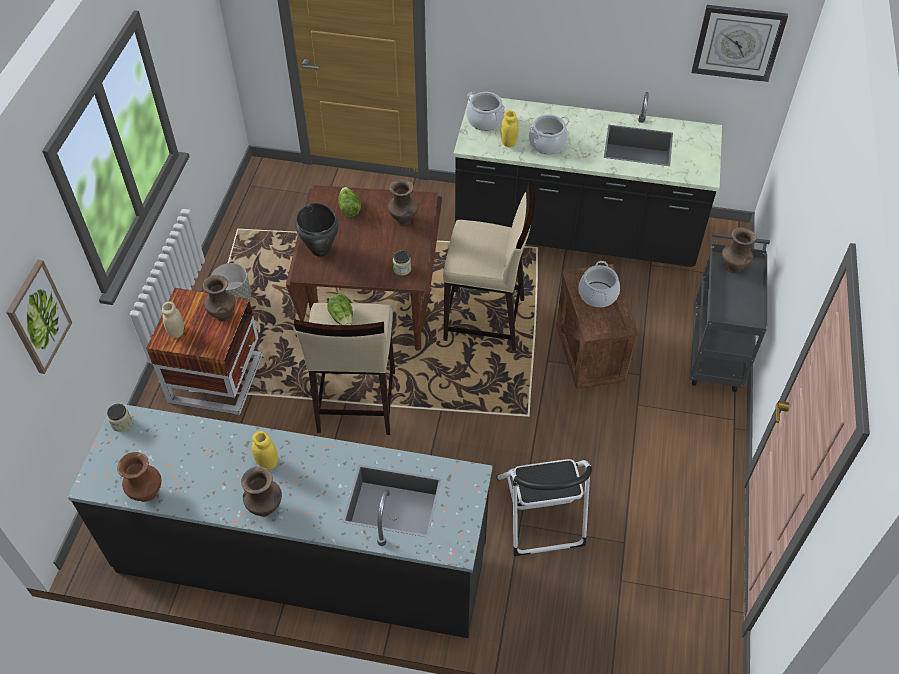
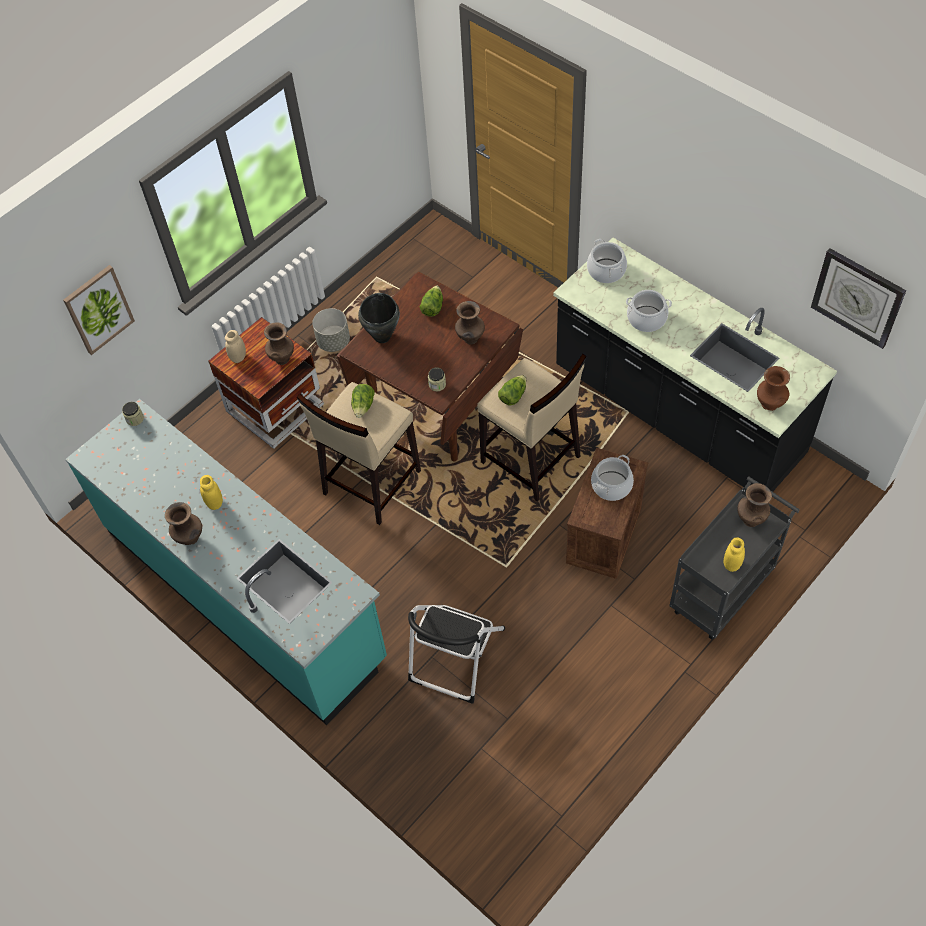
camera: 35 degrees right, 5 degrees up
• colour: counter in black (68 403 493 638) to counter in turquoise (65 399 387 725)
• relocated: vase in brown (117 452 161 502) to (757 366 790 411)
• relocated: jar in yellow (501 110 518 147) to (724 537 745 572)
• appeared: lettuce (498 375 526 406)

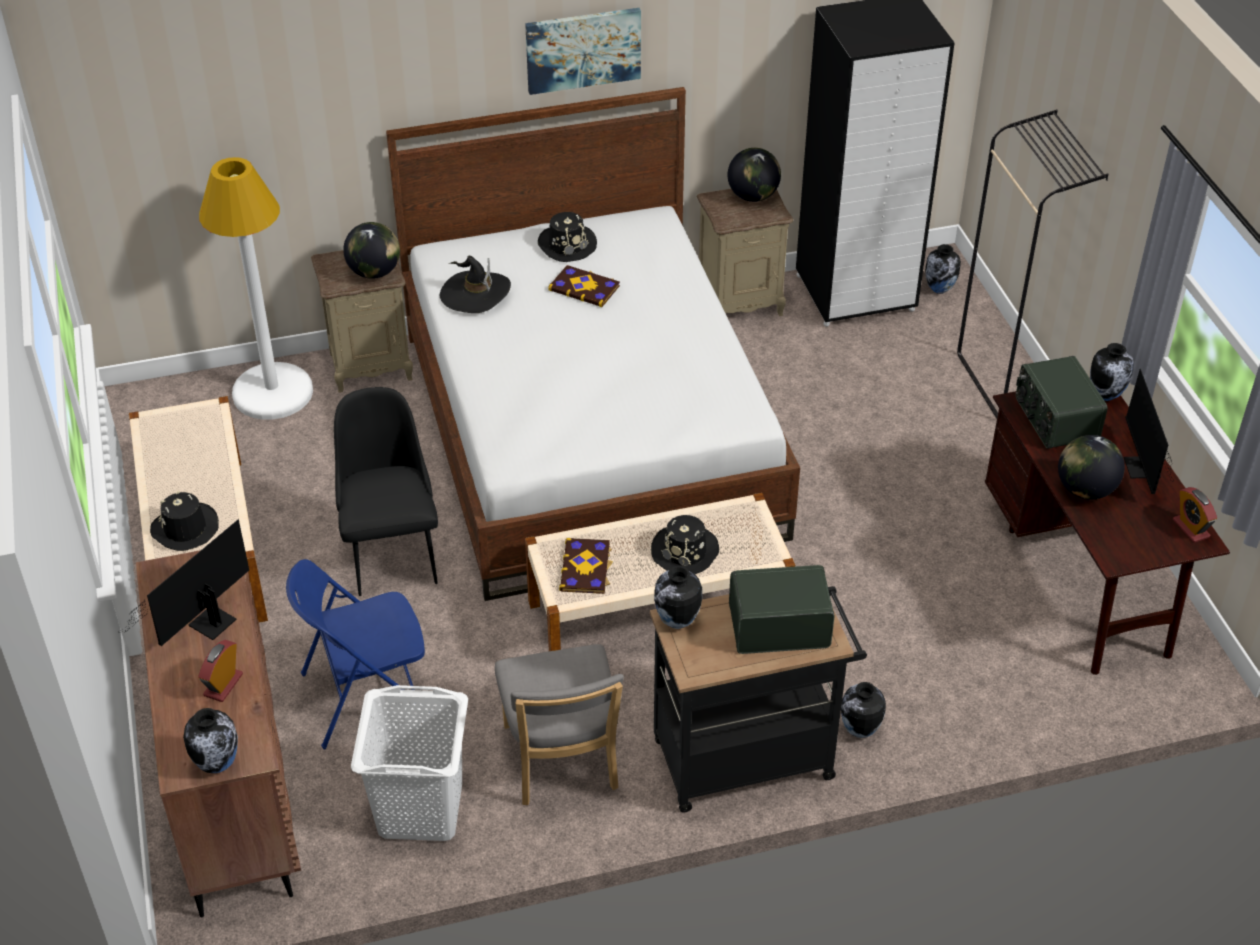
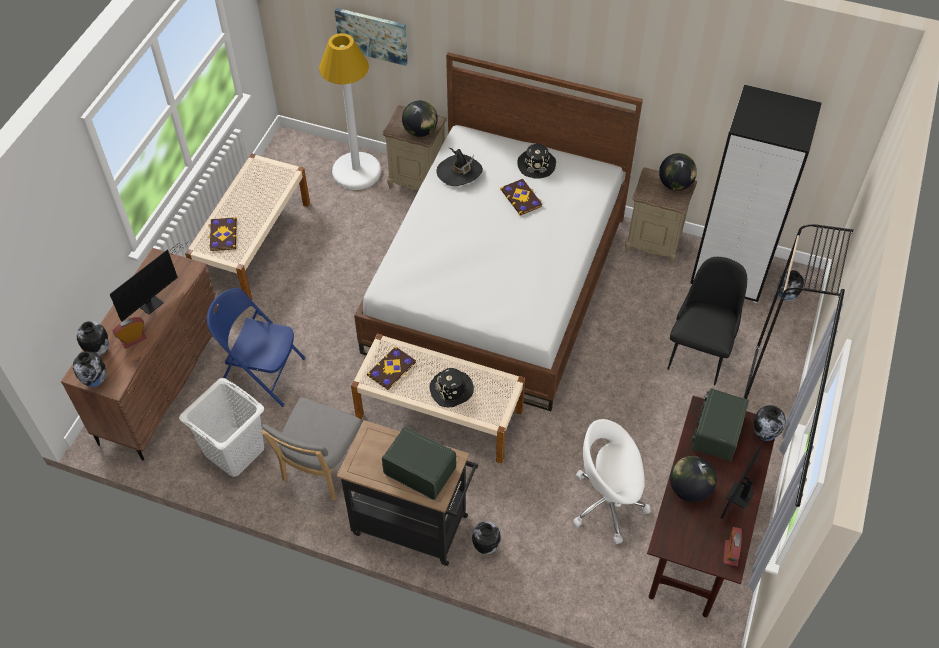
camera: 35 degrees right, 10 degrees up
• spun: monitor (118 520 249 646) = (110 242 188 321) 150 degrees clockwise
• exchanged: hat in black (150 491 219 551) to book (207 217 237 251)
• relocated: chair in black (334 387 438 596) to (667 257 747 385)
• relocated: picture (525 8 641 95) to (335 8 408 66)
• relocated: vase (654 566 702 629) to (76 321 109 356)
• appeared: office chair in white (573 419 651 544)

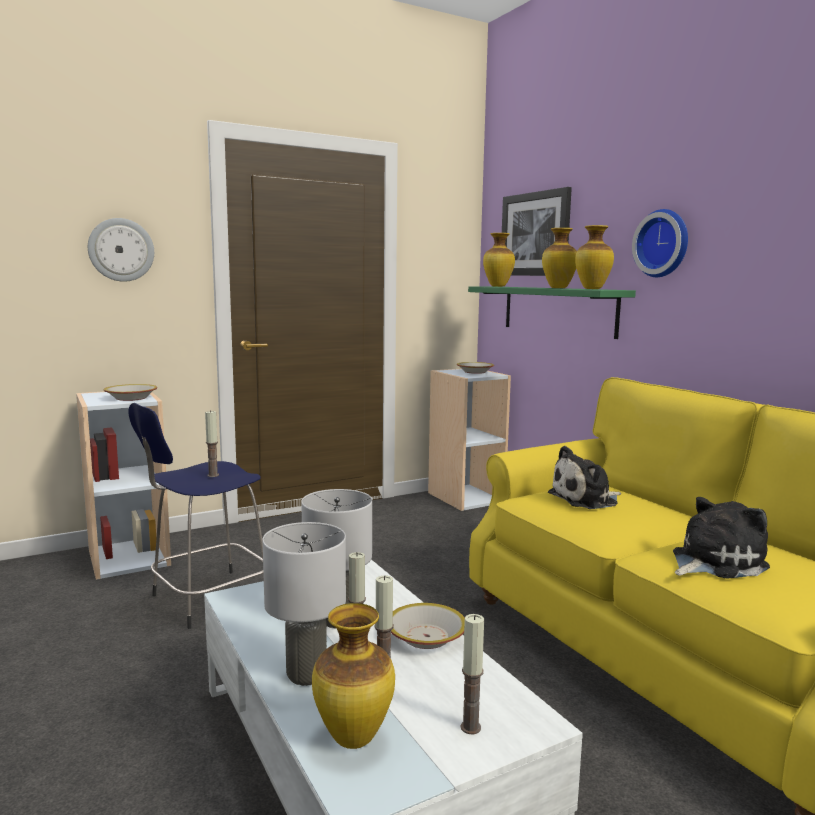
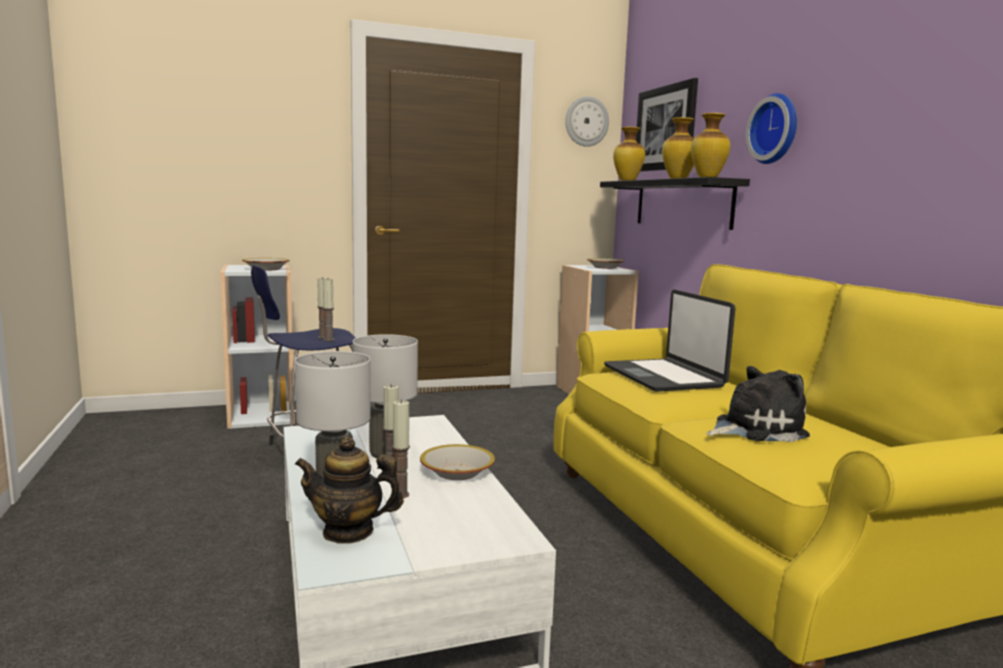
camera: 10 degrees right, 0 degrees up
• relocated: wall clock (88 218 154 282) to (565 96 609 147)
• exchanged: vase (312 603 395 749) to teapot (294 436 404 544)
• relocated: candle (460 614 484 734) to (323 279 334 341)
• colour: shelf in green (468 286 636 339) to shelf in black (600 177 750 230)
• exchanged: plush toy (548 446 621 509) to laptop (604 289 736 392)

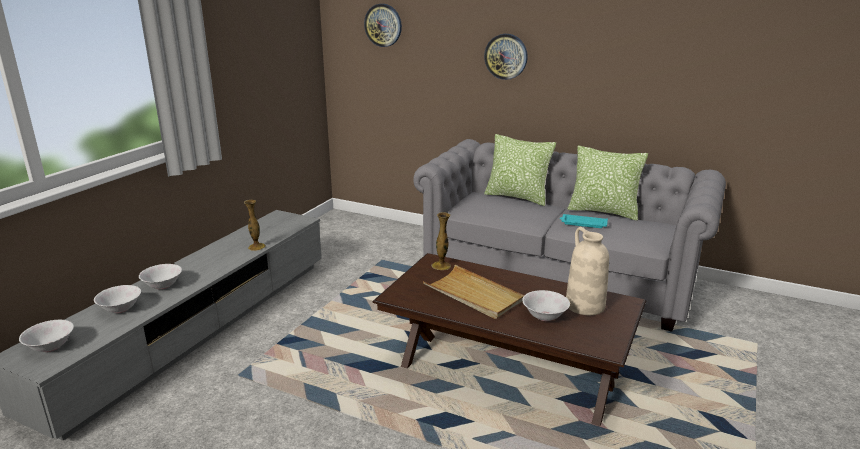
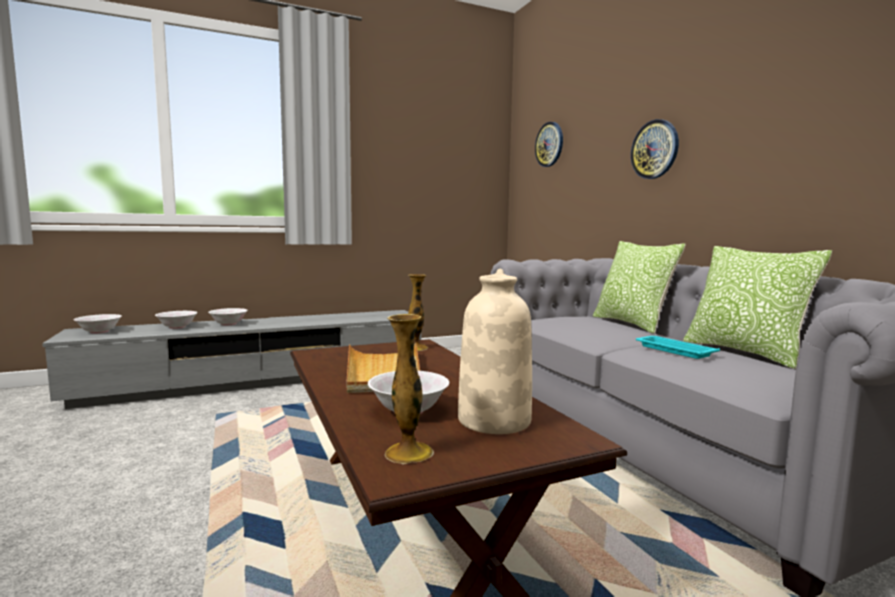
camera: 40 degrees right, 15 degrees down
• relocated: vase (244 200 266 251) to (385 314 434 464)

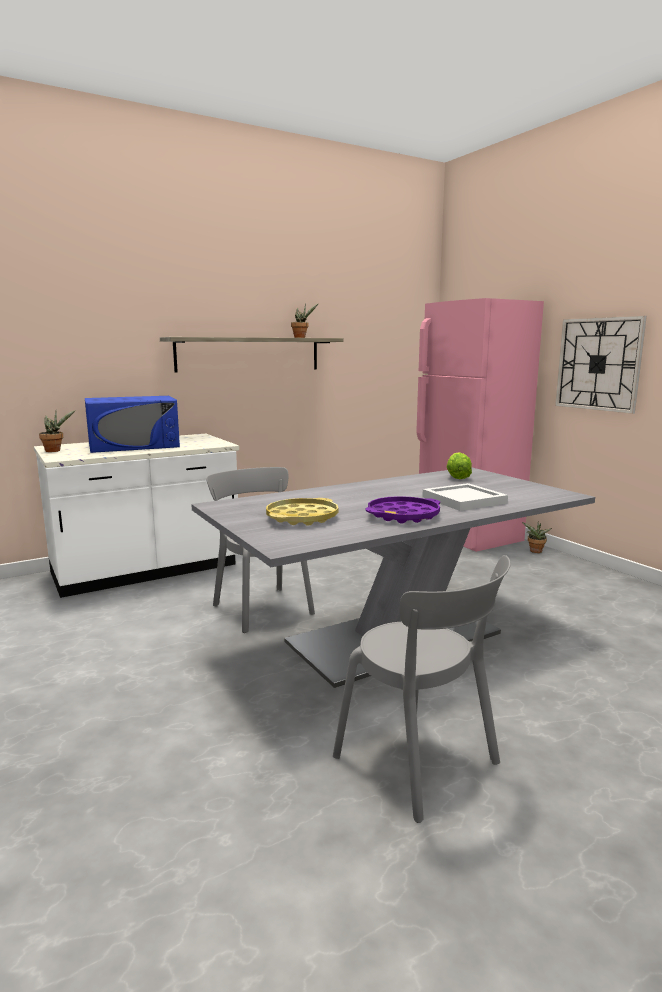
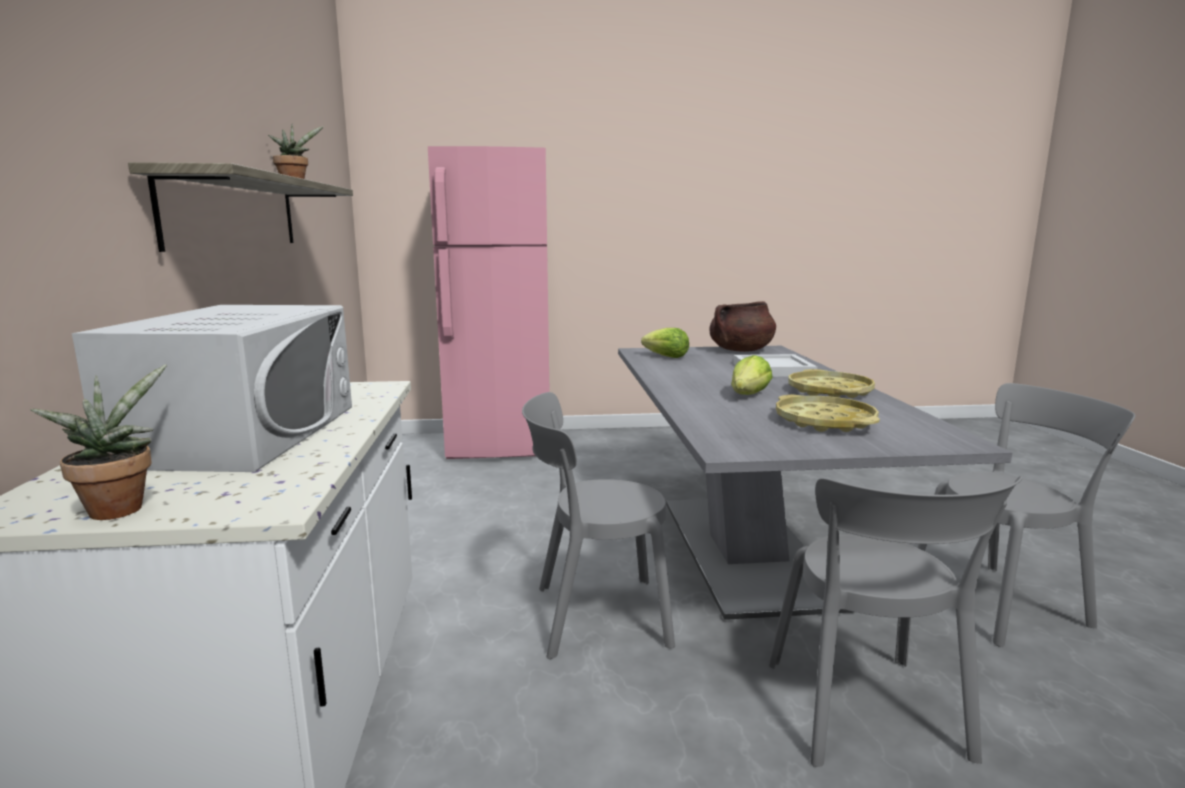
camera: 65 degrees left, 0 degrees up
• colour: microwave in blue (85 396 180 453) to microwave in white (72 305 352 472)
• colour: tray in purple (365 496 440 523) to tray in yellow (788 369 875 398)
• missing: potted plant (522 522 552 553)
• missing: wall clock (555 316 647 414)
• appeared: cooking pot in brown (709 301 776 352)
• appeared: lettuce (731 355 773 395)
• appeared: chair in grey (768 476 1023 767)

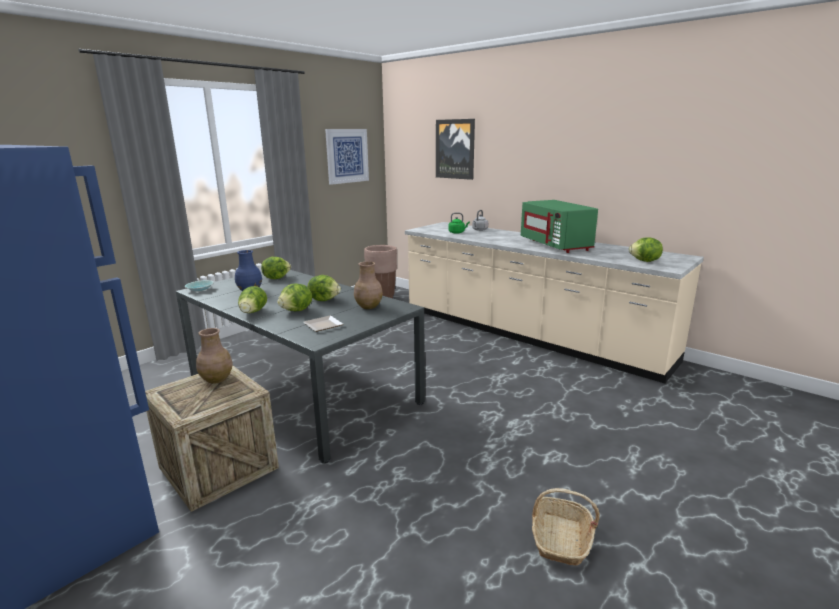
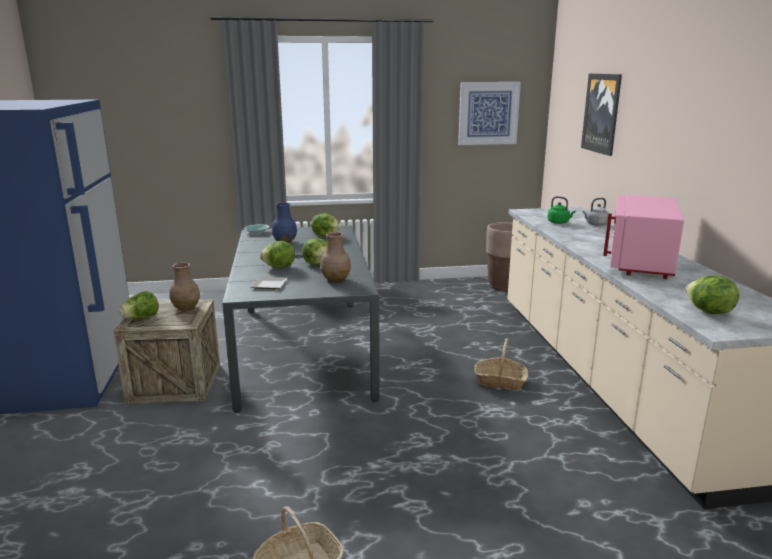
camera: 40 degrees right, 0 degrees up
• relocated: lettuce (238 286 267 313) to (119 291 159 319)
• colour: microwave in green (521 200 598 253) to microwave in pink (603 195 684 279)
• appeared: basket (475 338 528 390)

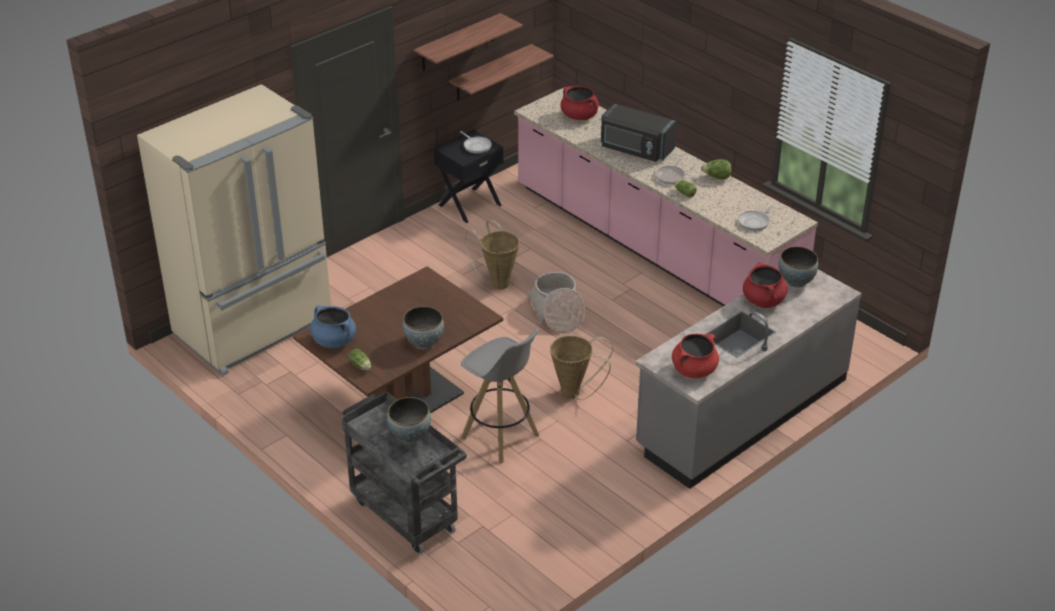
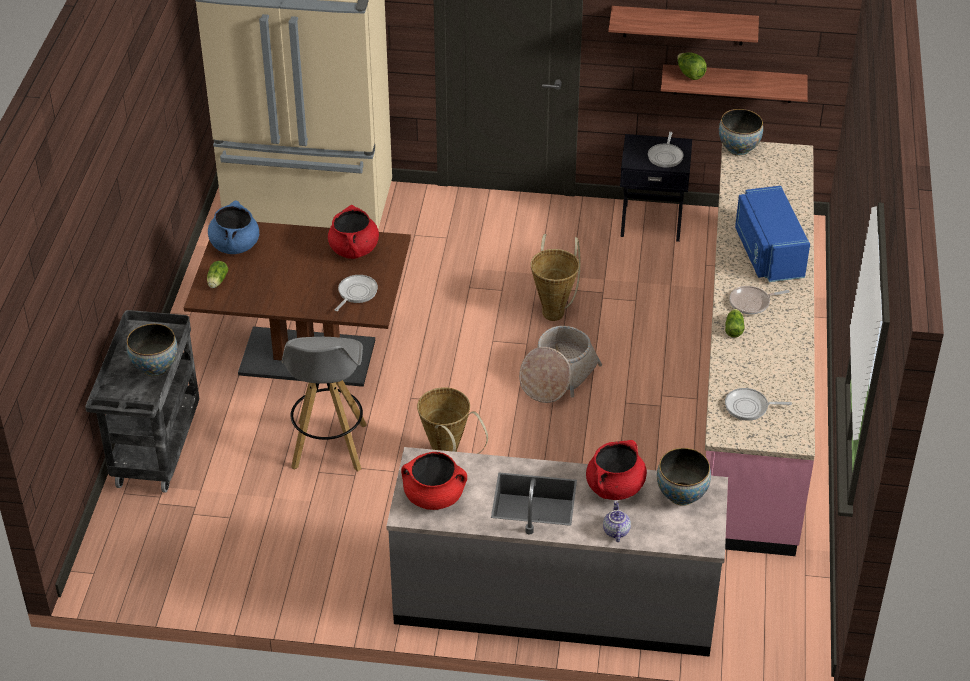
camera: 50 degrees right, 5 degrees up
• relocated: bowl (403 307 444 349) to (719 109 763 156)
• relocated: cooking pot in red (560 86 599 120) to (328 205 379 259)
• colour: microwave in black (601 103 677 162) to microwave in blue (735 186 810 282)
• relocated: lettuce (701 159 732 179) to (677 52 707 80)
• appeared: frying pan (334 275 378 311)
• appeared: teapot (603 501 631 542)

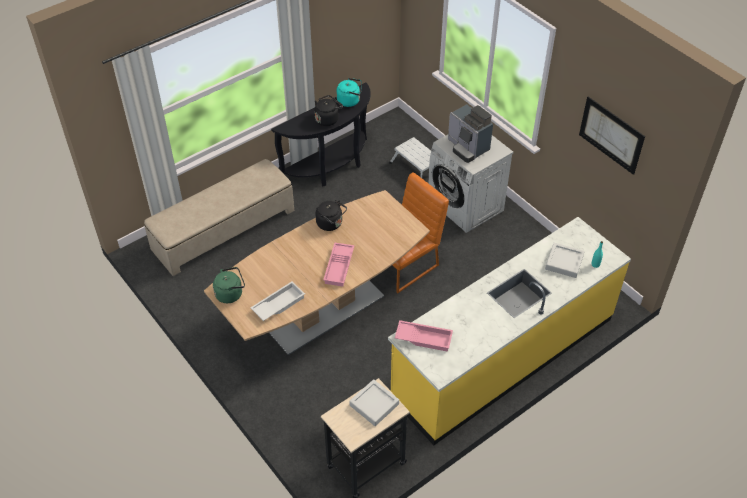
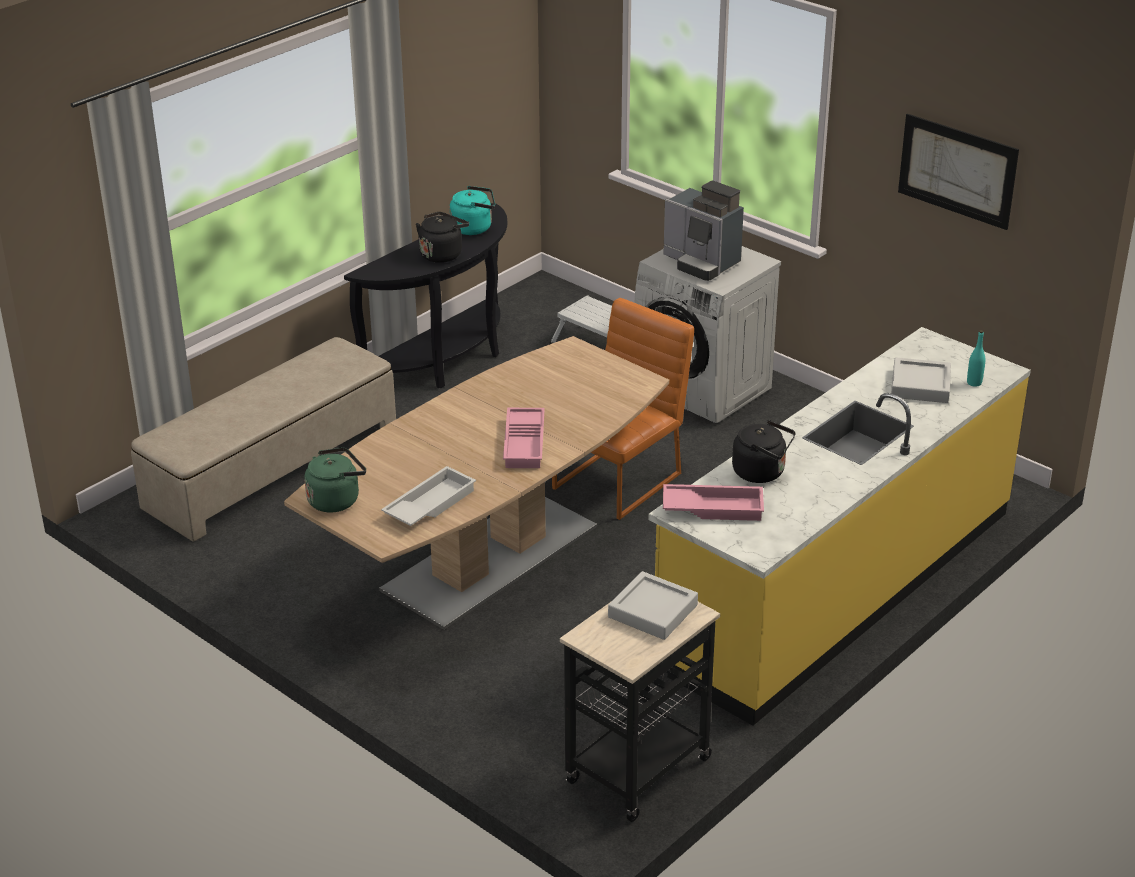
camera: 10 degrees left, 15 degrees down
• relocated: kettle in black (316 200 347 231) to (732 420 796 483)

